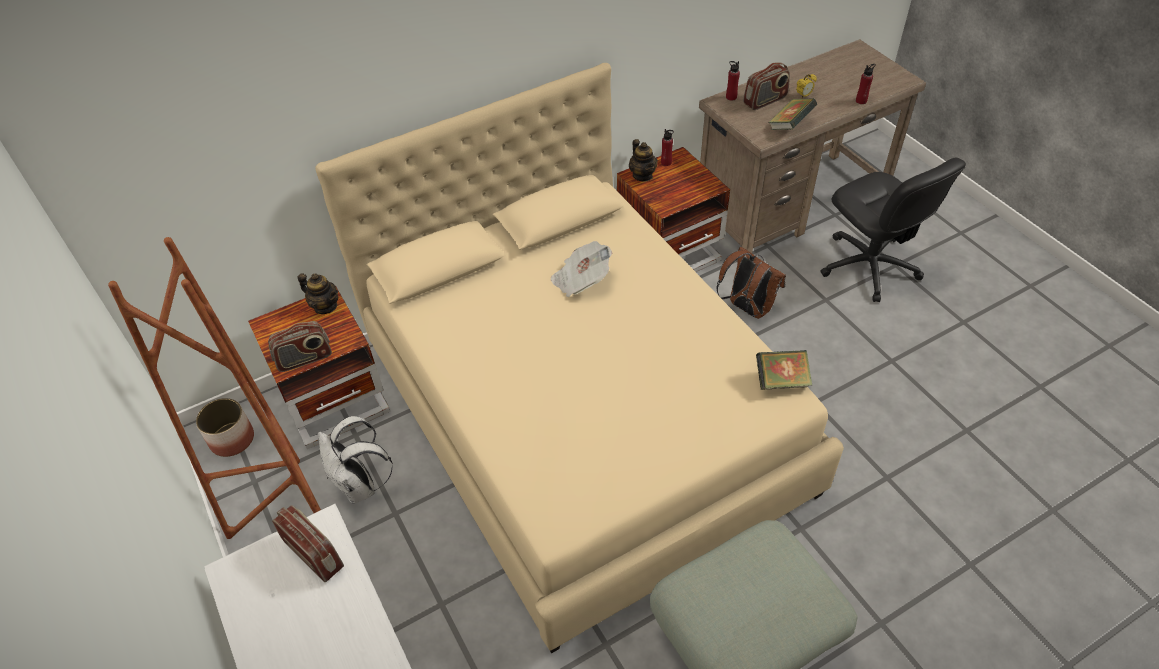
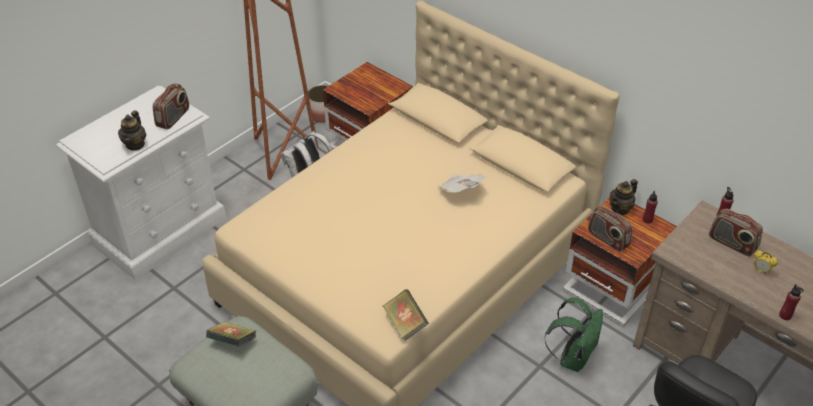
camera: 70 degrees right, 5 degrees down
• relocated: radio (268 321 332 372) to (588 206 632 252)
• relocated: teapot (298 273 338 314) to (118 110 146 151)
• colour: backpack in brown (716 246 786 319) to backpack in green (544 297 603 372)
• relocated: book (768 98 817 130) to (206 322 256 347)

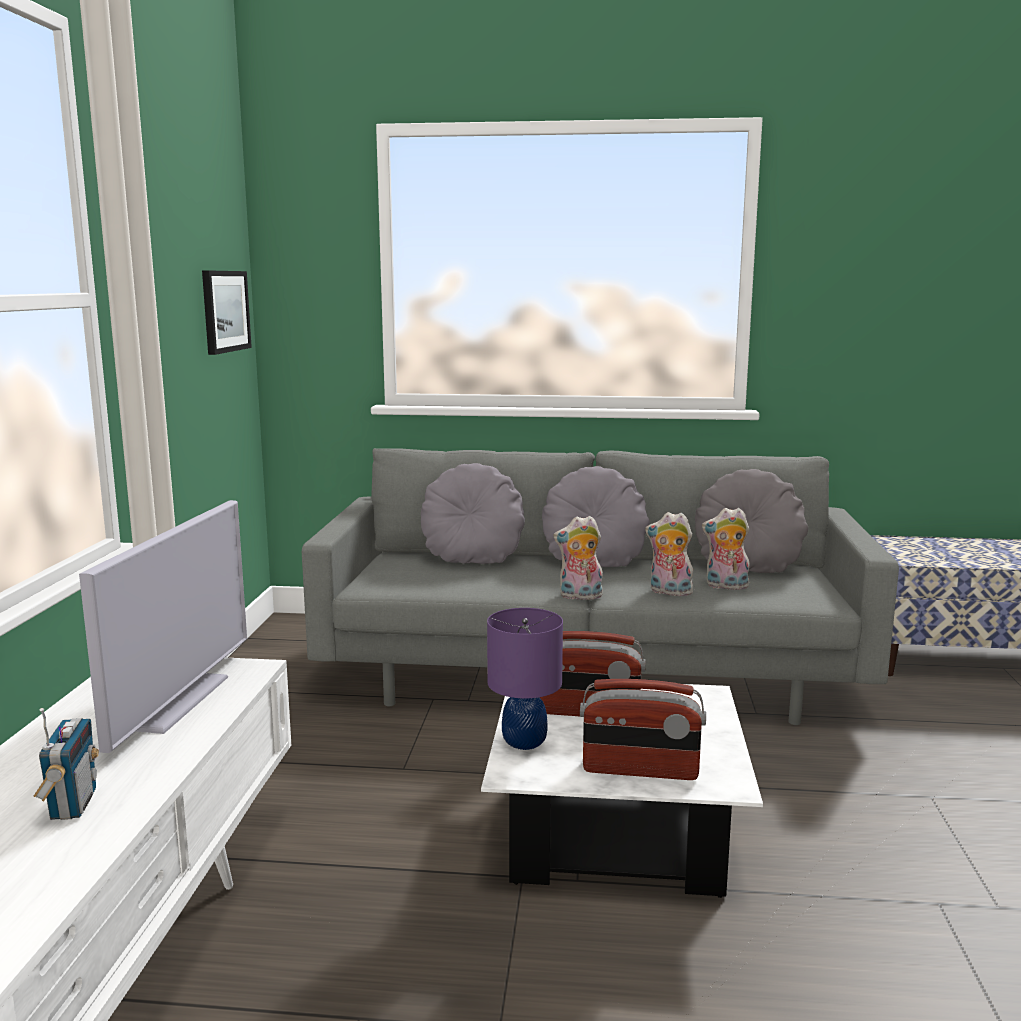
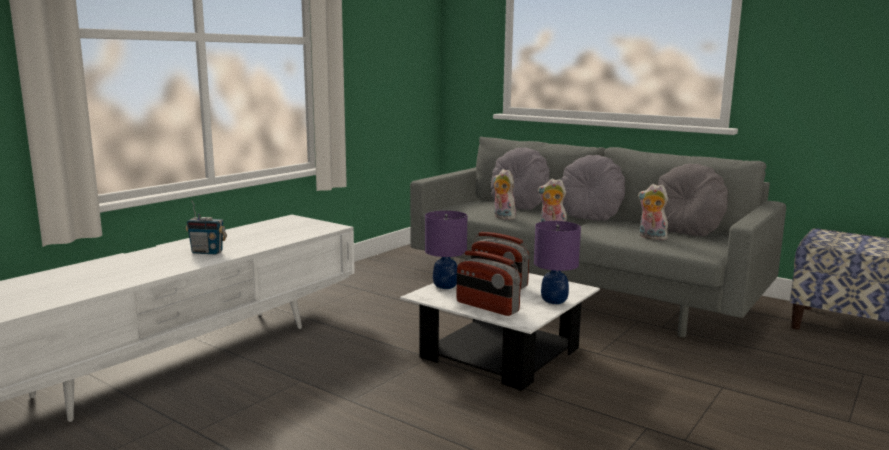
camera: 30 degrees right, 0 degrees up
• spun: radio (33 708 99 820) = (186 200 227 255) 75 degrees clockwise
• missing: television (79 500 247 753)
• missing: picture (202 270 252 355)
• relocated: plush toy (645 512 697 596) to (493 169 516 220)
• appeared: table lamp in purple (534 221 581 304)

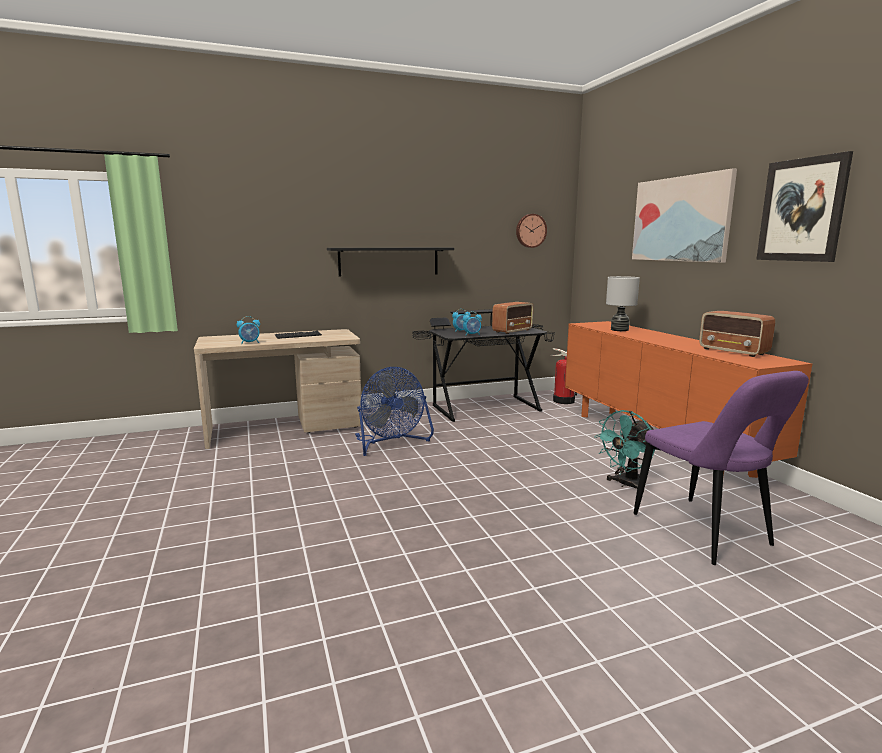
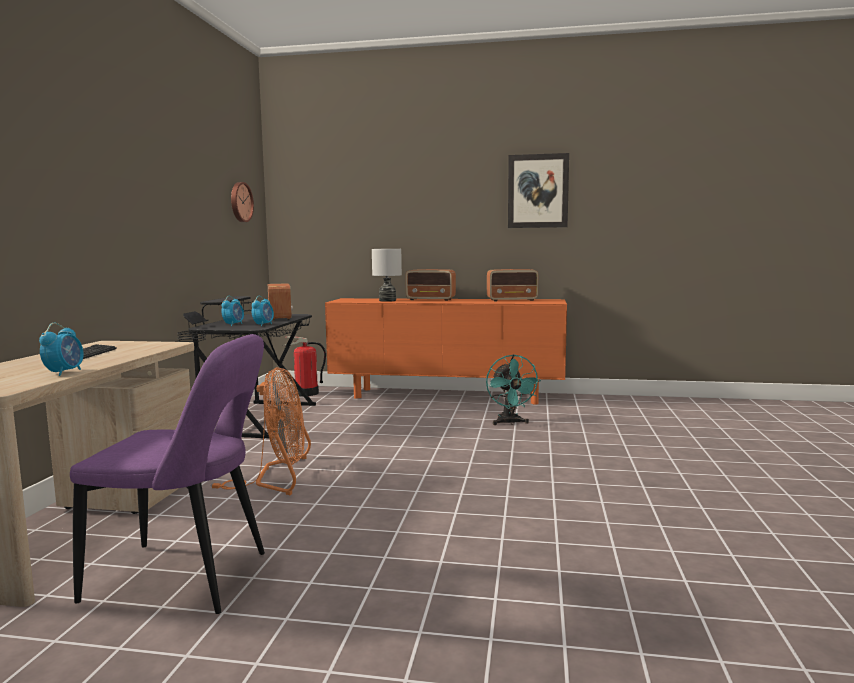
camera: 60 degrees left, 5 degrees down
• missing: shelf in black (327 248 454 276)
• colour: fan in blue (355 367 434 456) to fan in orange (211 367 311 495)
• missing: picture (632 168 737 263)
• relocated: chair in purple (633 371 809 565) to (70 334 265 614)
• appeared: radio (405 269 456 301)

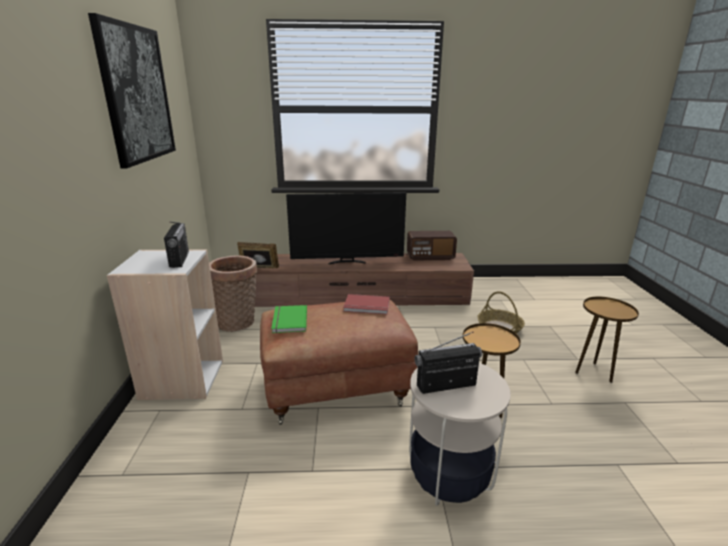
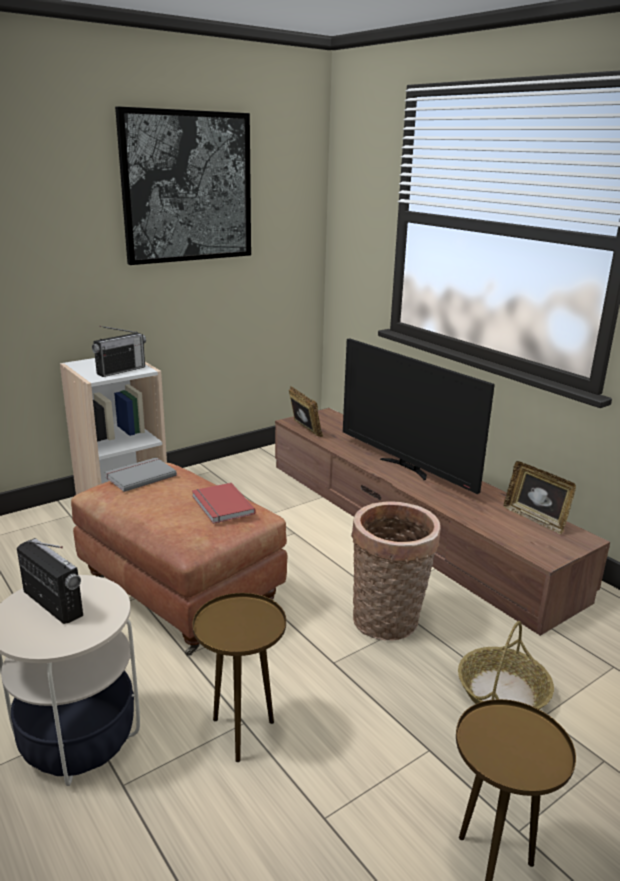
camera: 55 degrees right, 0 degrees up
• relocated: basket (209 255 257 332) to (351 501 441 641)
• colour: book in green (271 305 307 333) to book in grey (105 457 177 492)
• exchanged: radio (407 231 457 261) to picture frame (504 461 576 535)

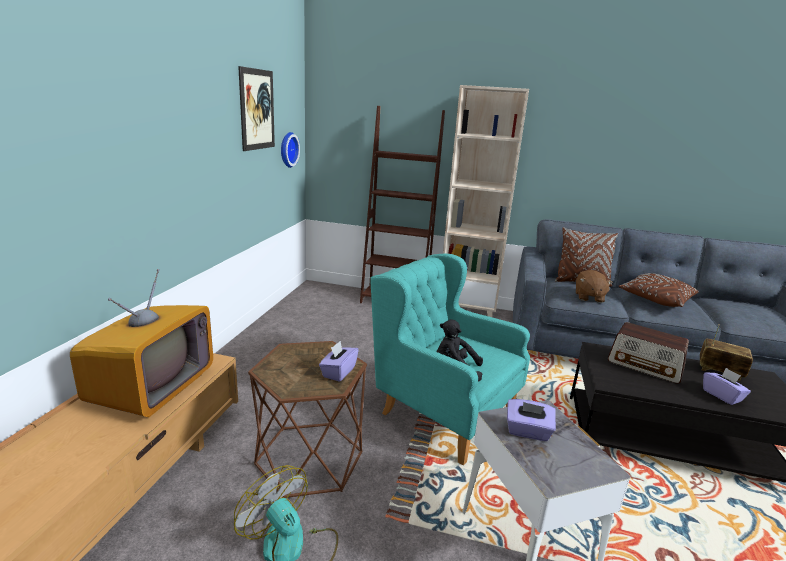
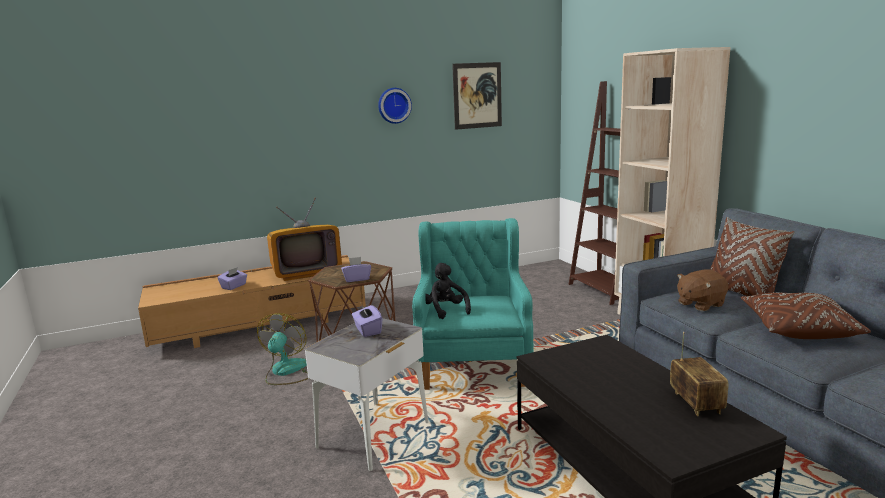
camera: 55 degrees right, 5 degrees down
• relocated: wall clock (281 132 300 168) to (378 88 412 124)
• missing: radio (608 322 689 384)
• relocated: tissue box in purple (703 368 751 405) to (218 267 247 290)

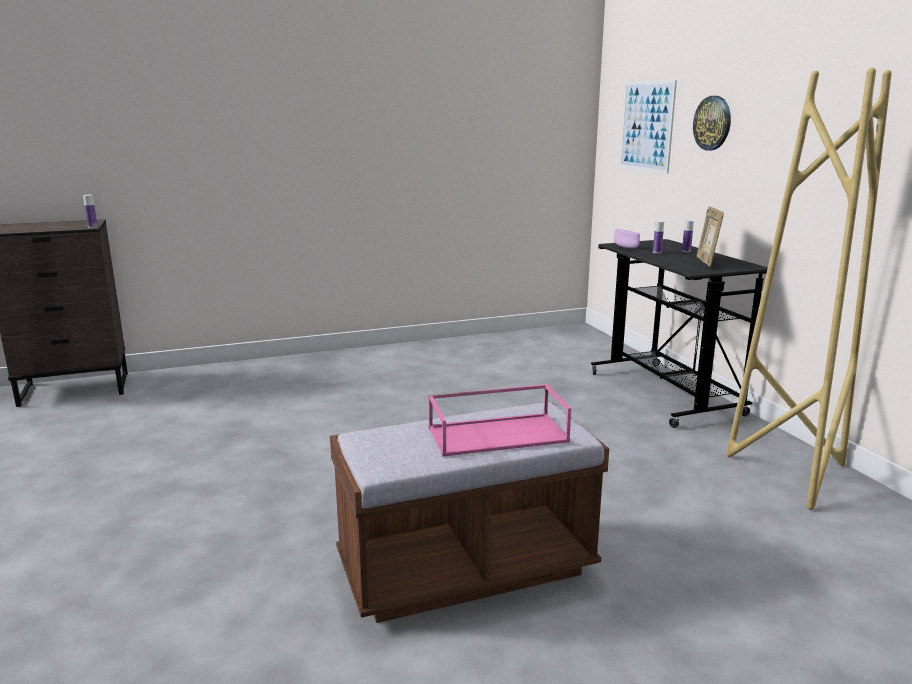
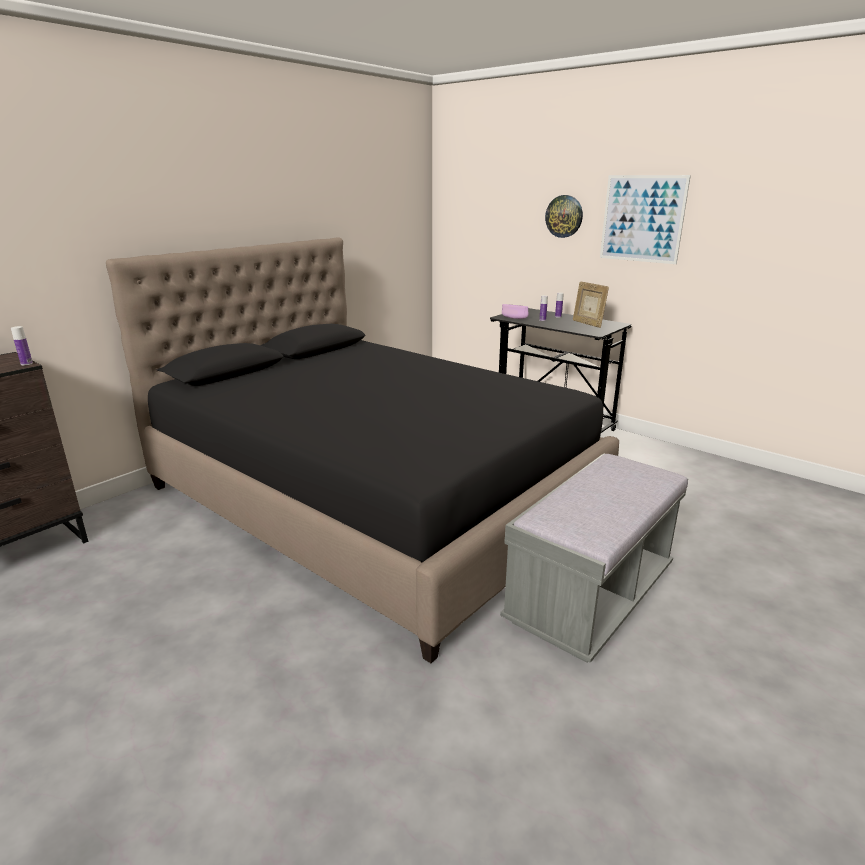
camera: 30 degrees left, 5 degrees up
• colour: bench in brown (330 402 609 623) to bench in grey (500 453 688 663)
• missing: tray in pink (428 384 571 456)
• relocated: picture (620 80 677 174) to (600 175 691 264)
• missing: clothes rack in yellow (726 68 892 510)
• appeared: bed in black (106 238 619 663)

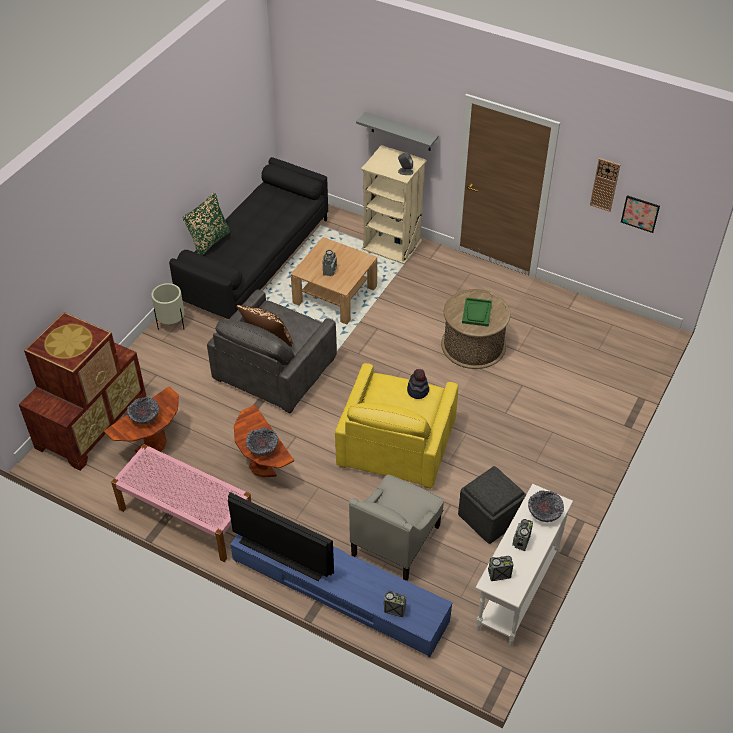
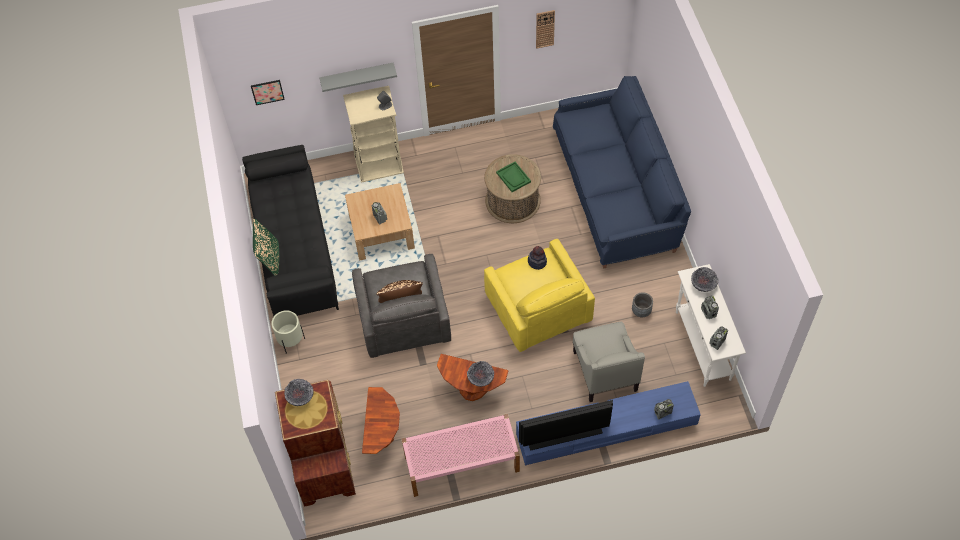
camera: 40 degrees left, 10 degrees up
• relocated: bowl (127 397 159 424) to (284 379 314 406)
• exchanged: ottoman in grey (458 466 526 544) to planter in grey (632 292 653 317)
• relocated: picture (621 195 660 233) to (251 80 285 105)
• appeared: sofa in blue (553 76 691 269)

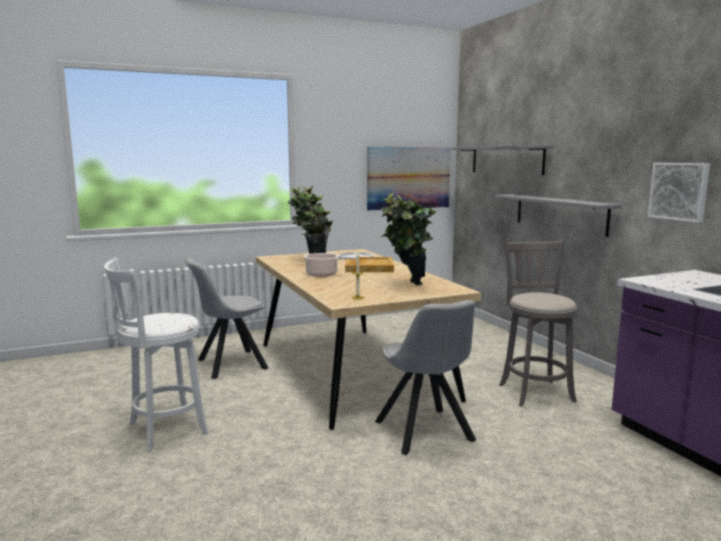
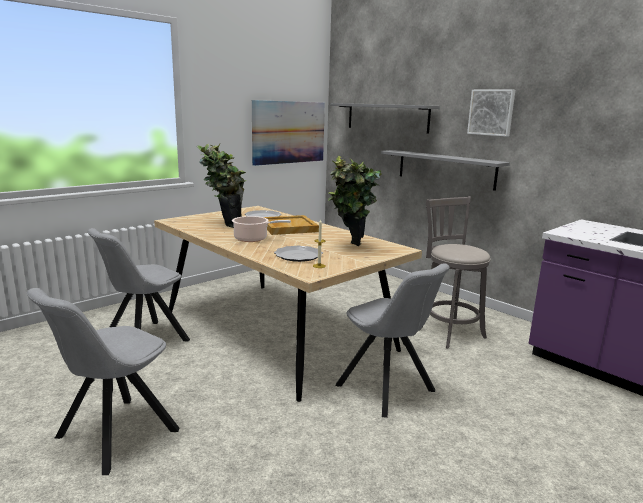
camera: 20 degrees left, 5 degrees up
• exchanged: stool in white (104 257 209 452) to chair in grey (27 288 179 475)
• relocated: picture (648 163 710 223) to (467 90 515 136)
• appeared: plate (274 246 323 262)

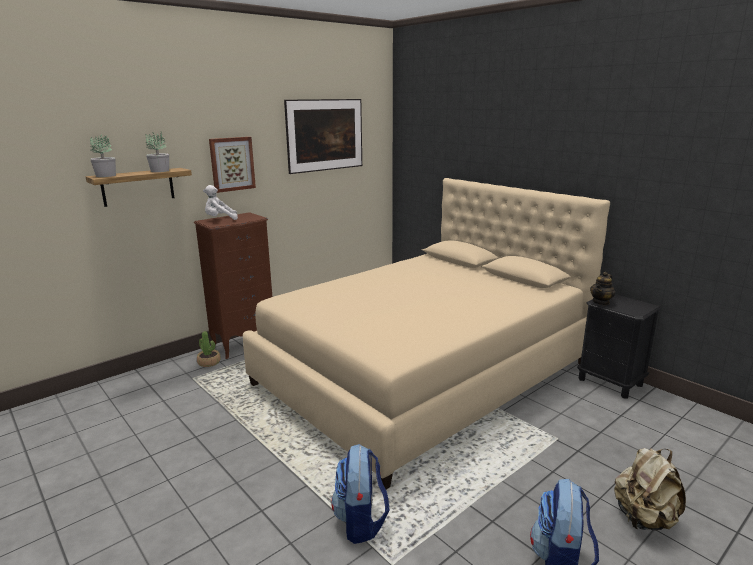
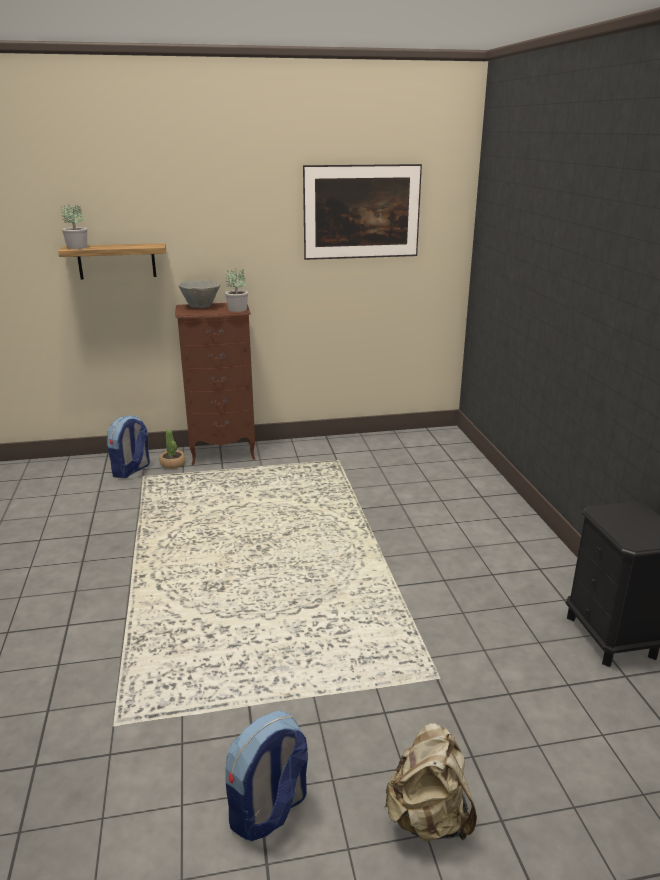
camera: 30 degrees right, 5 degrees up
• relocated: potted plant (145 132 169 172) to (225 268 248 312)
• exchanged: plush toy in white (203 185 238 220) to bowl in grey (179 280 220 308)
• missing: picture (209 137 256 193)
• missing: bed in beige (243 178 610 489)
• relocated: backpack (331 444 390 544) to (107 415 150 478)
• missing: teapot (590 272 615 305)

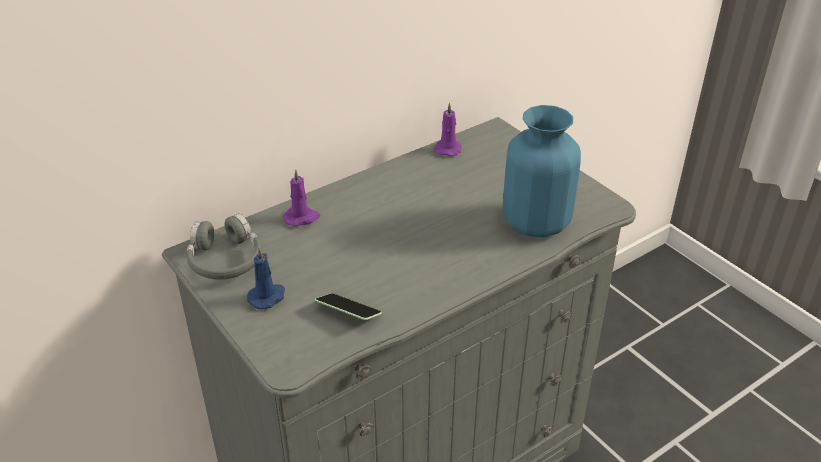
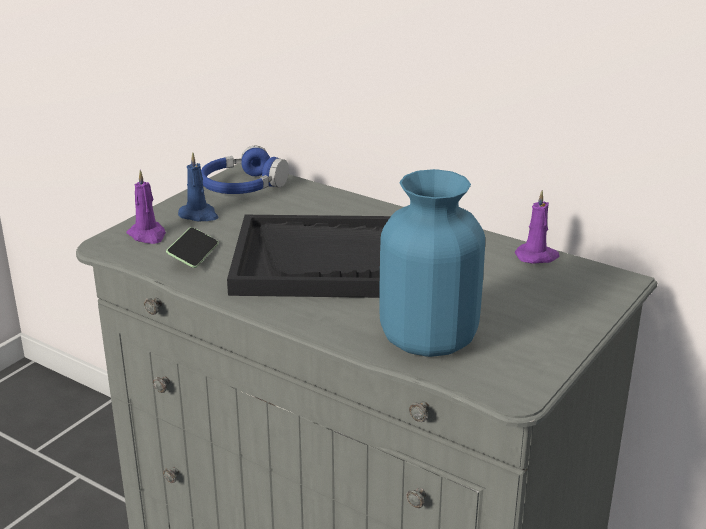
camera: 70 degrees right, 10 degrees down
• colour: headphones in grey (187 213 262 280) to headphones in blue (201 146 289 194)
• relocated: candle in purple (283 169 320 226) to (126 170 166 244)
• appeared: tray in black (227 215 391 298)

